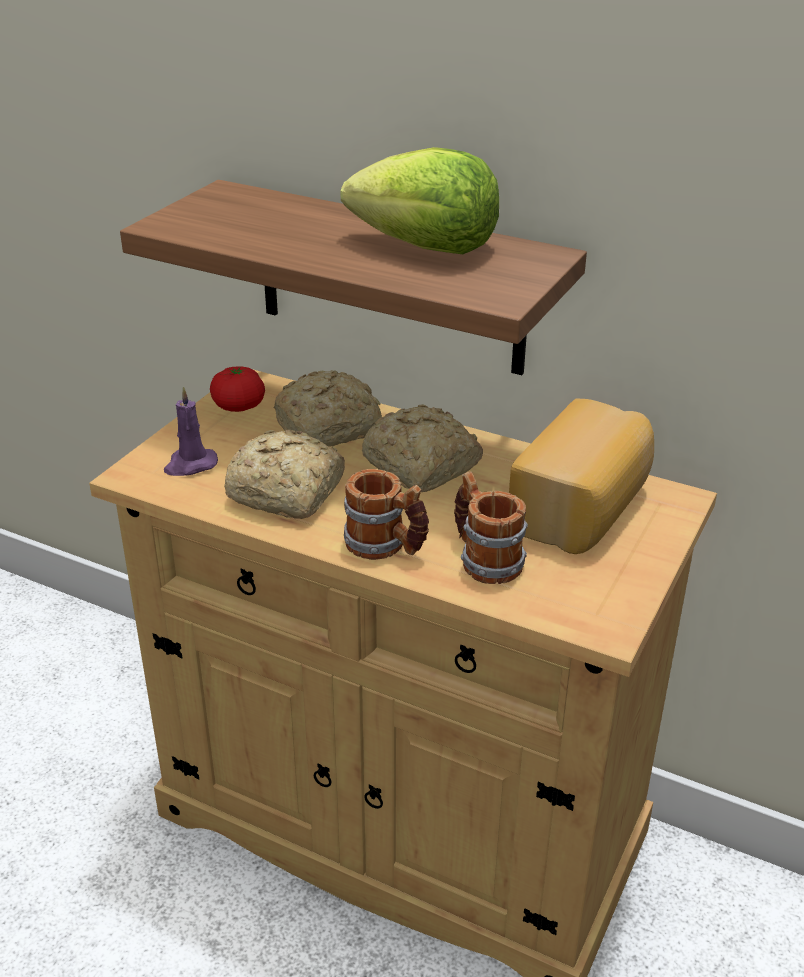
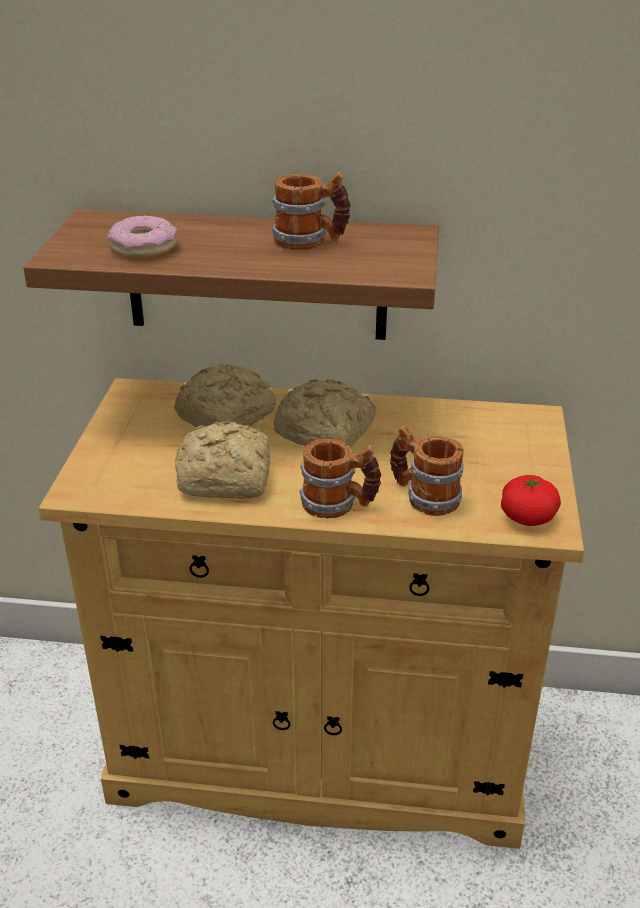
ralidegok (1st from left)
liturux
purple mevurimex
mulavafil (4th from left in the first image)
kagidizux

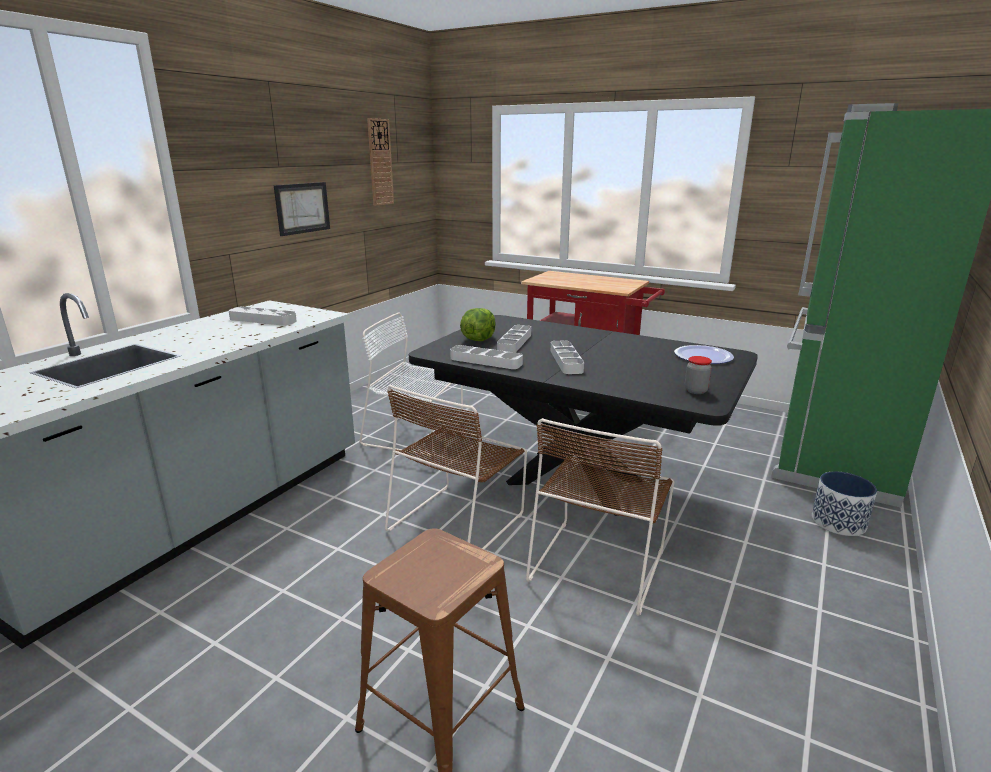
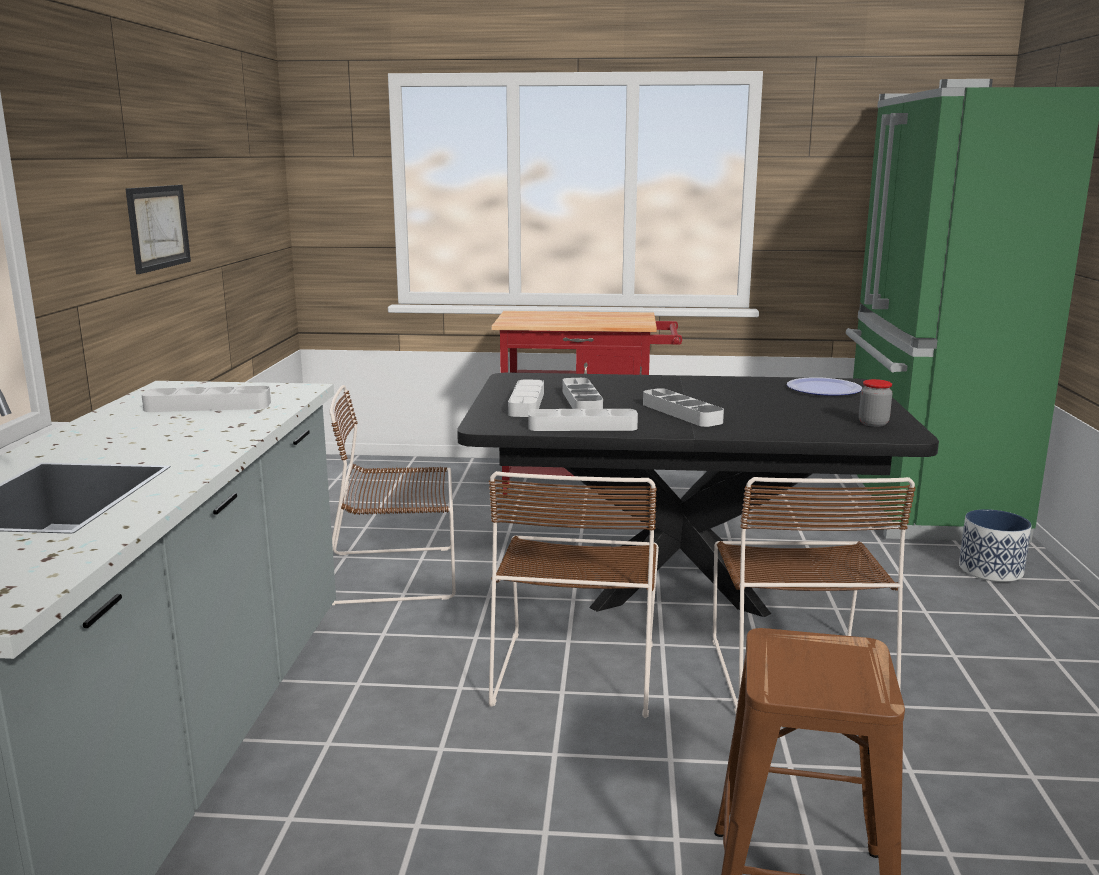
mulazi
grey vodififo (2nd from left)
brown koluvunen (1st from left)

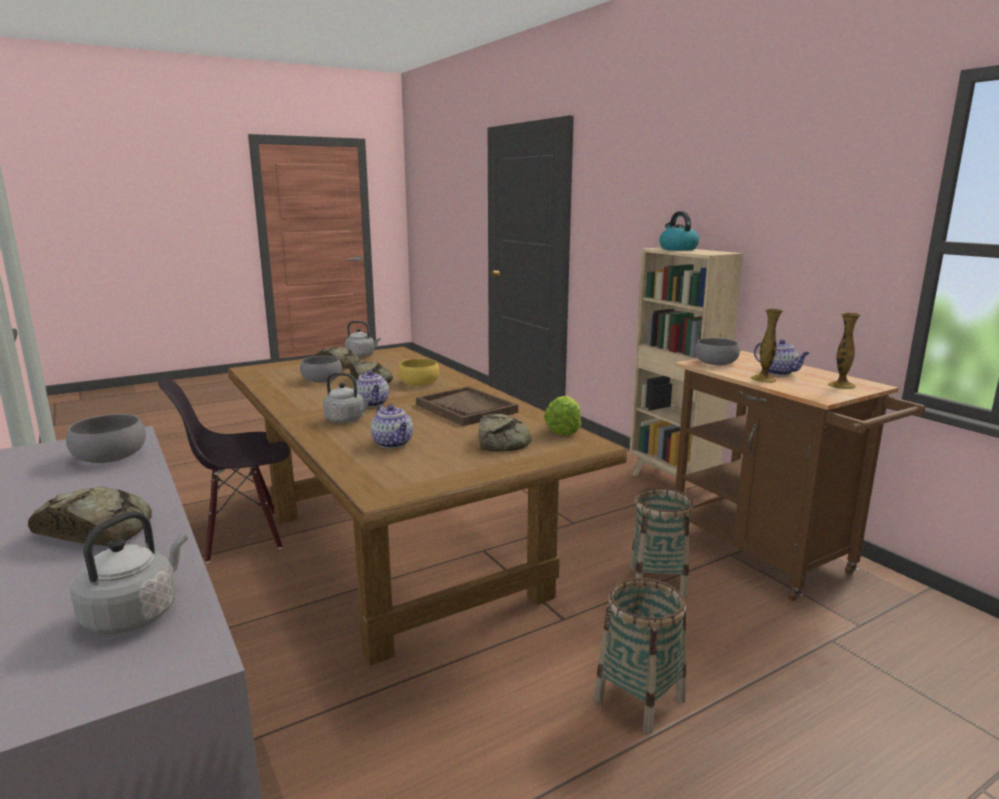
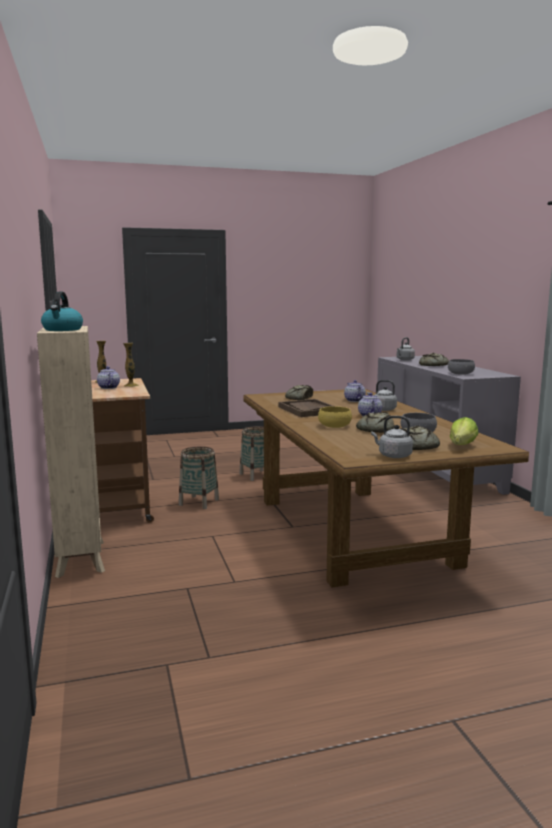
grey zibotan (3rd from left in the first image)
black koluvunen
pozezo

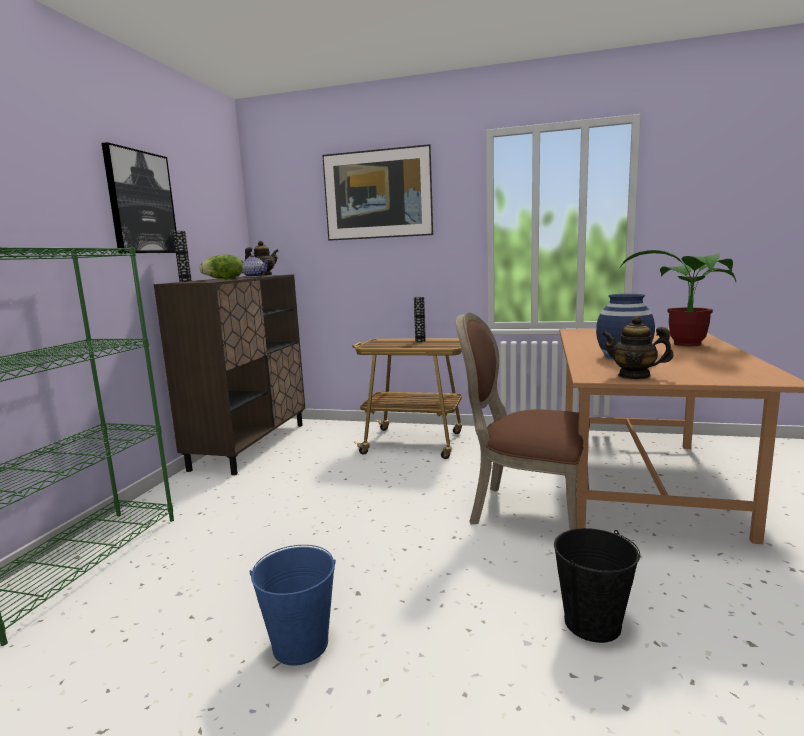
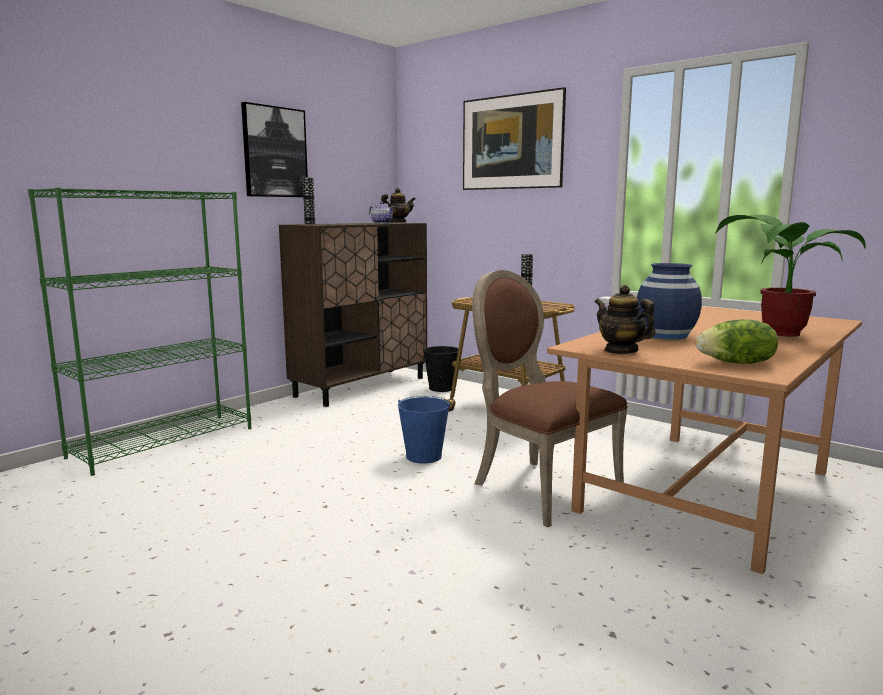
pozezo
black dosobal
blue dosobal

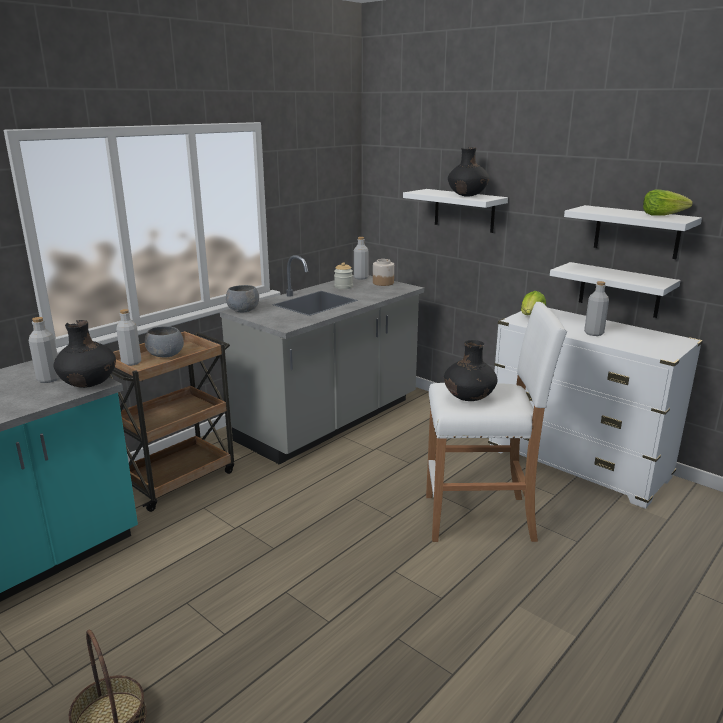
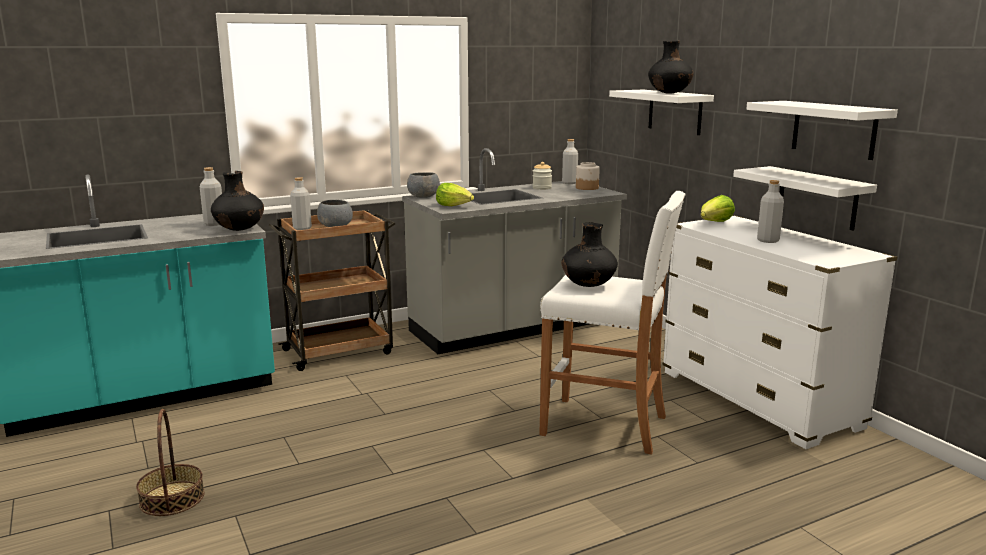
pozezo (1st from left)

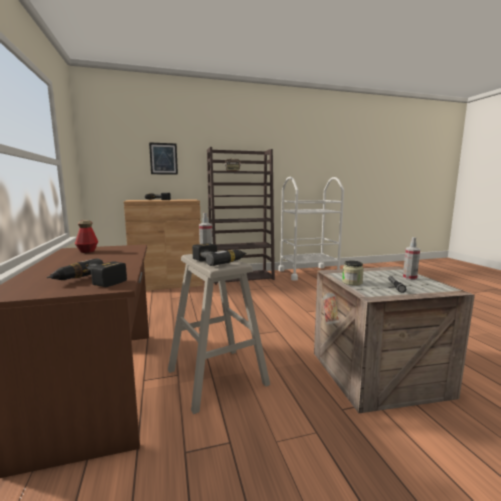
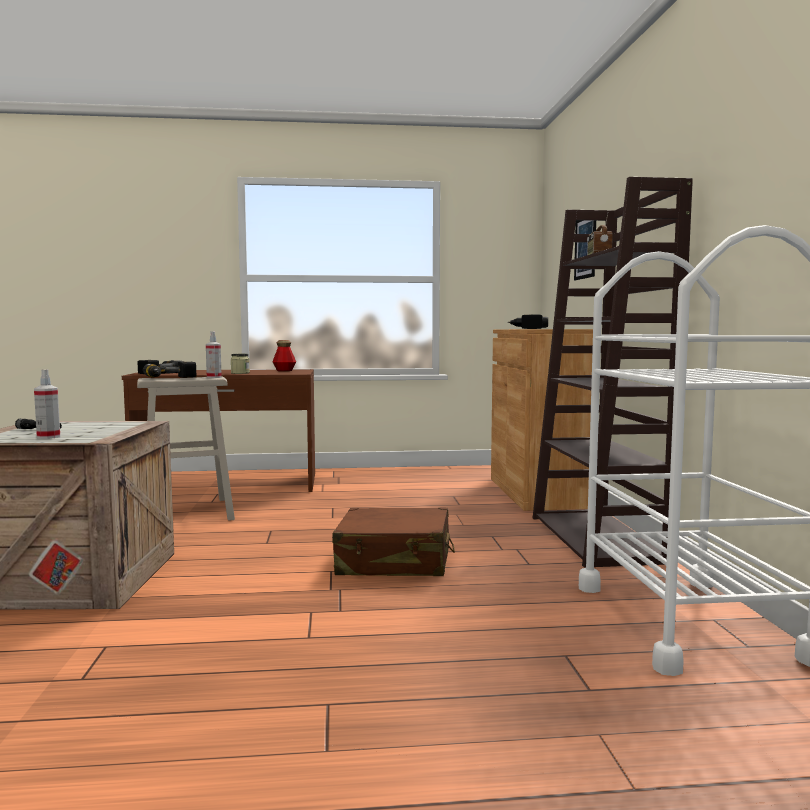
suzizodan
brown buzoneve

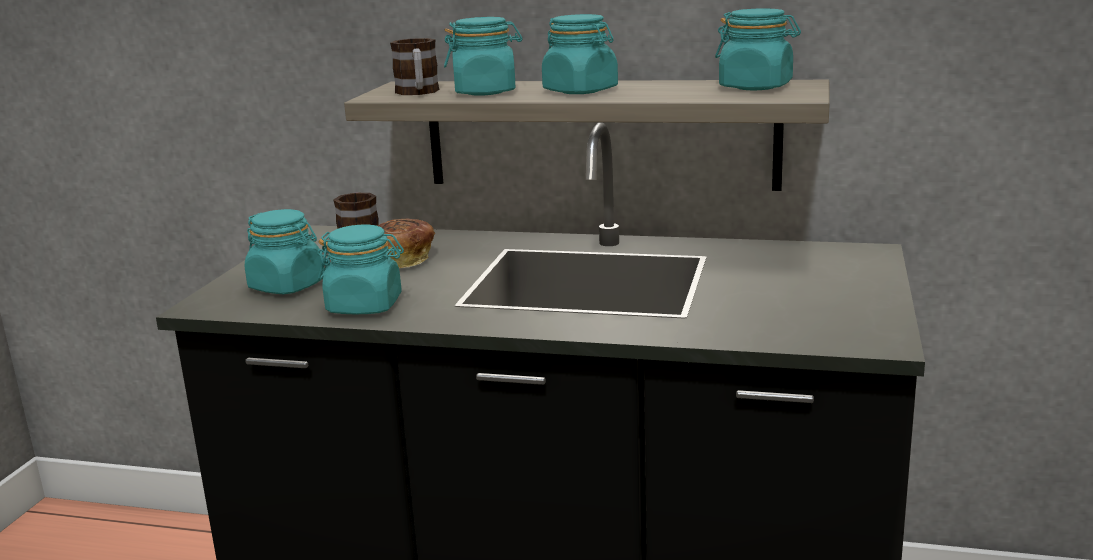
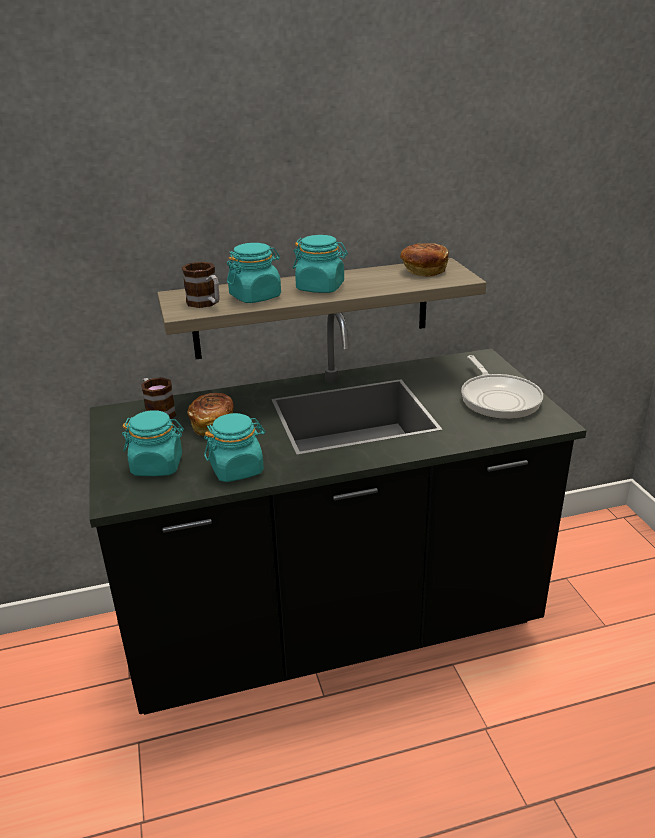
mulavafil (2nd from left)
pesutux

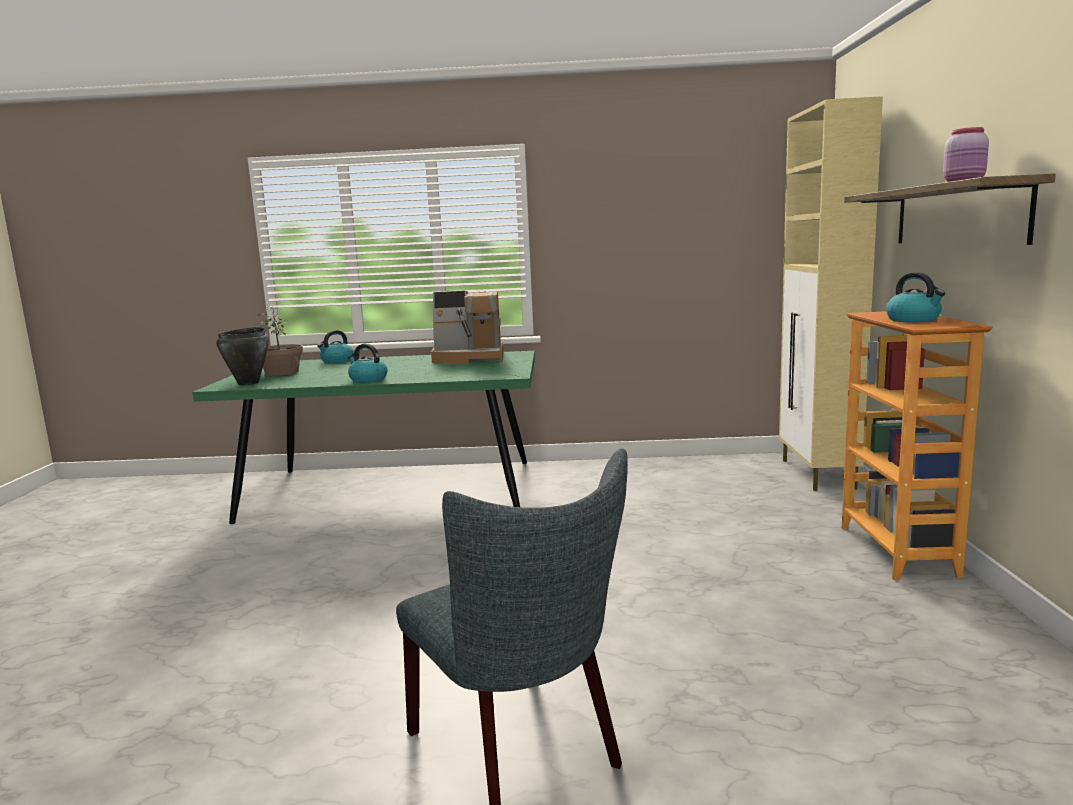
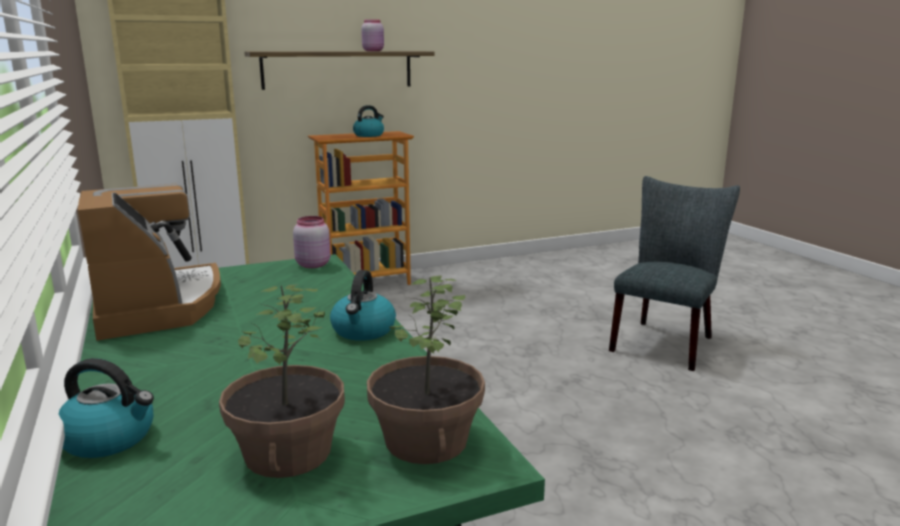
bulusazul (2nd from left)
pink suzizodan (1st from left)

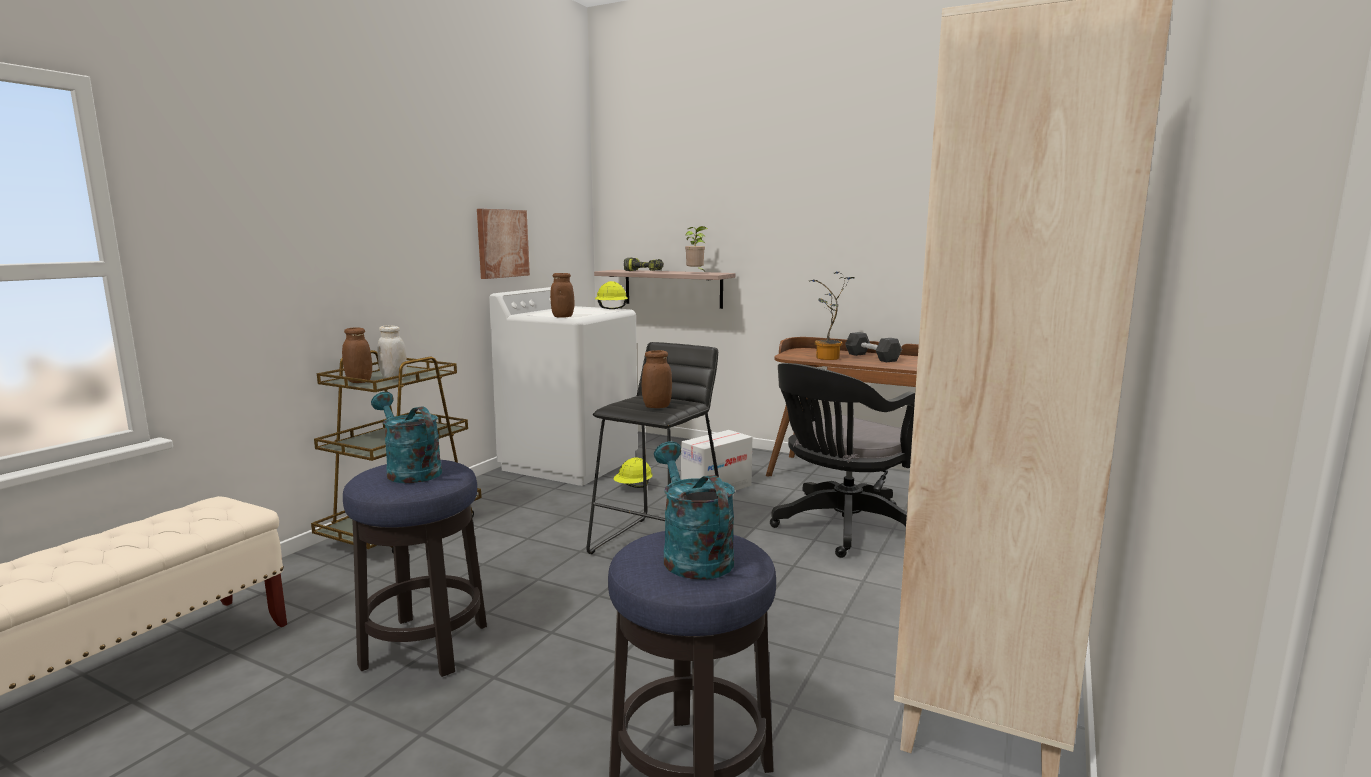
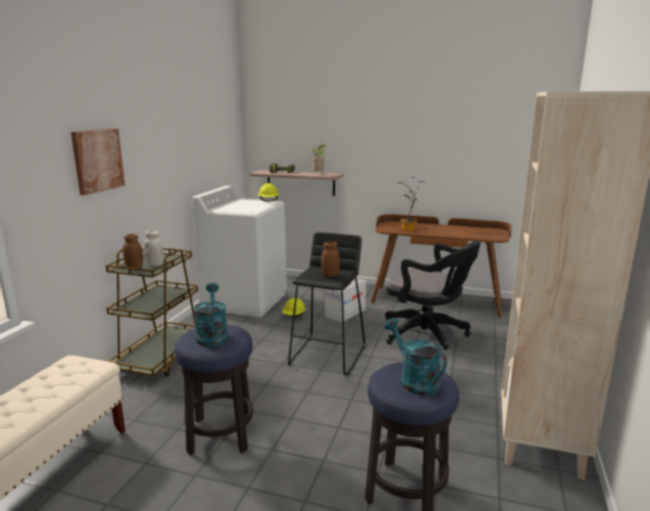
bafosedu
brown suzizodan (2nd from left in the first image)
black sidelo
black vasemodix
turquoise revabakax (1st from left)

